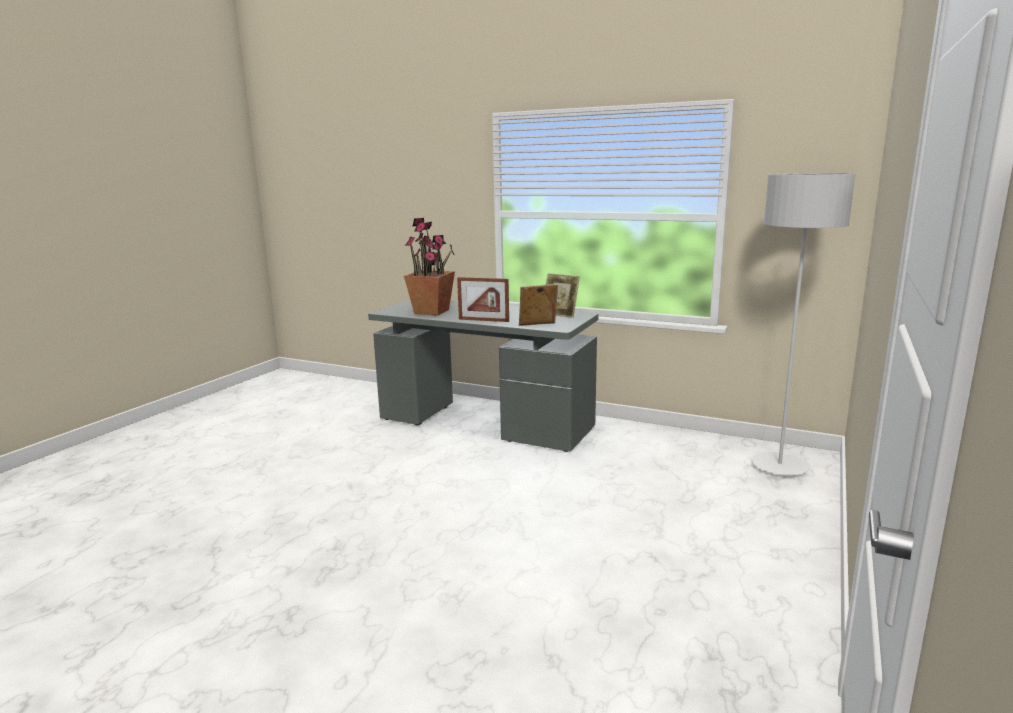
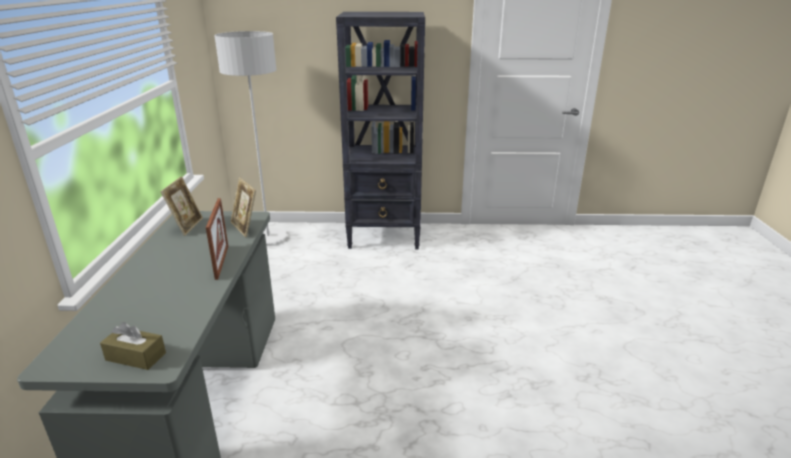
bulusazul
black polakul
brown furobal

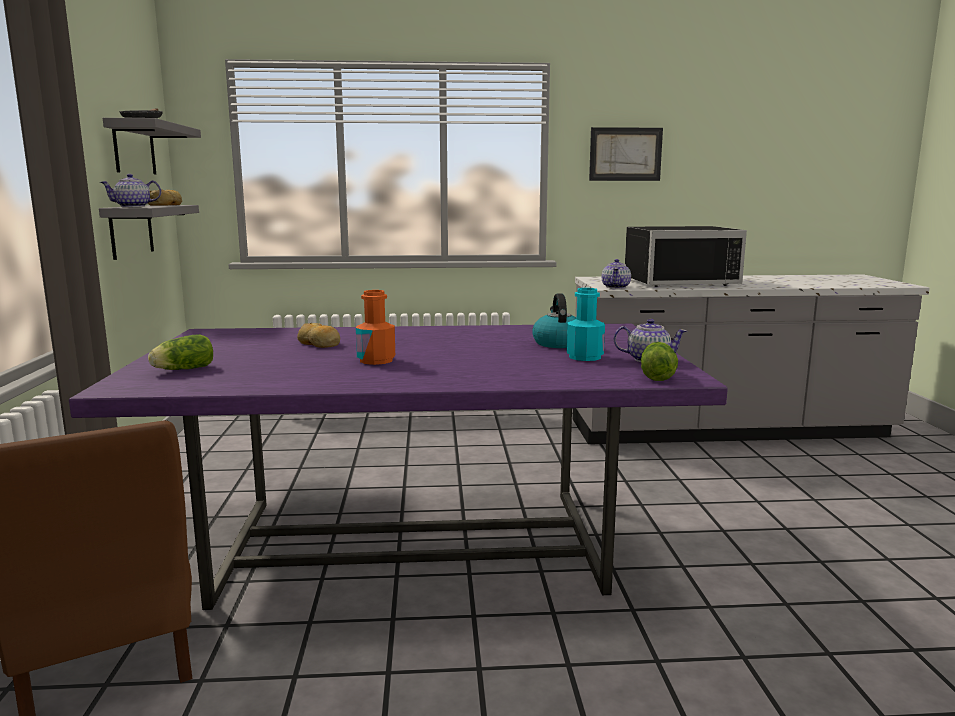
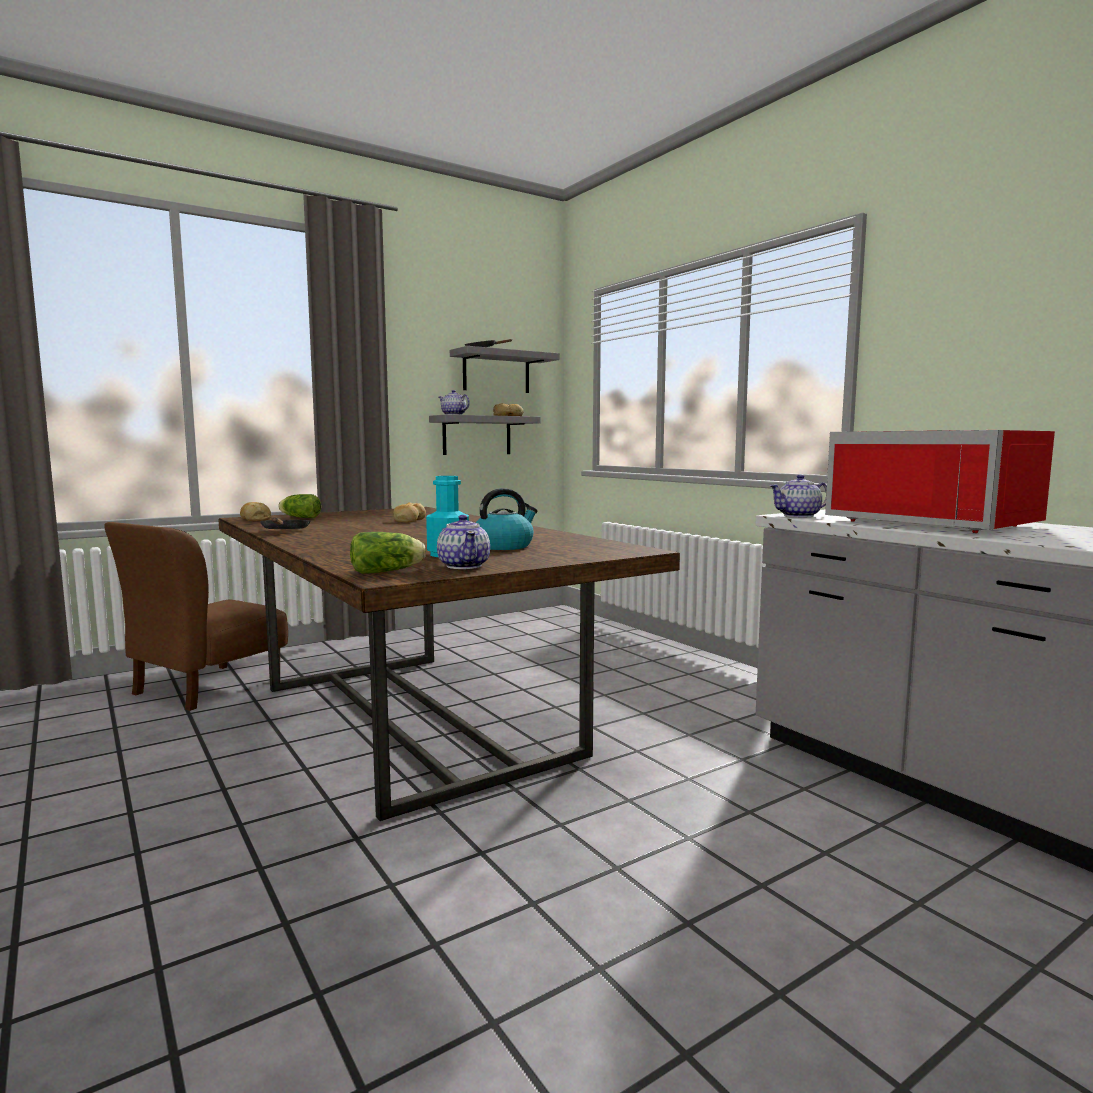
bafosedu
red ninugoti
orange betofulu
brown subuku
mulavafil (1st from left)
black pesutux (1st from left)

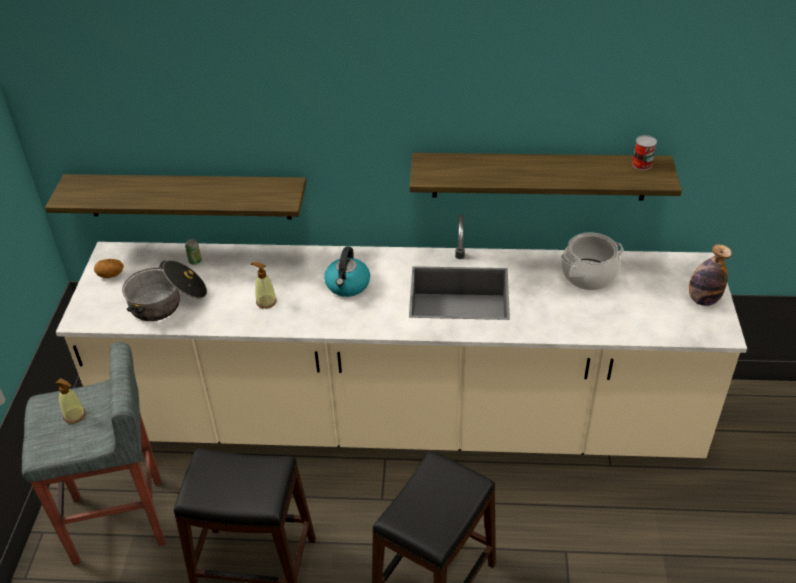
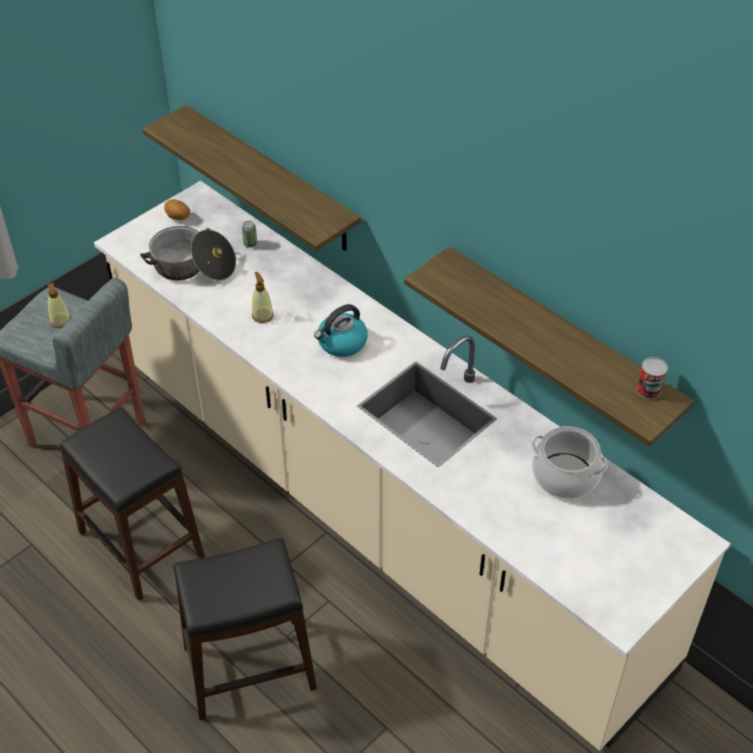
betofulu

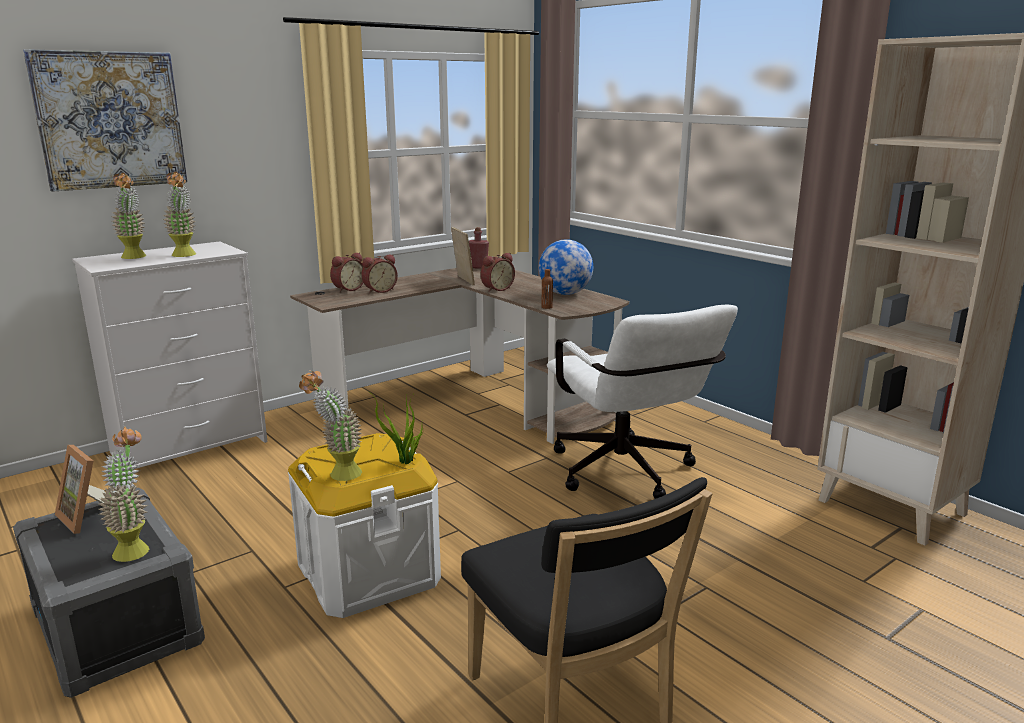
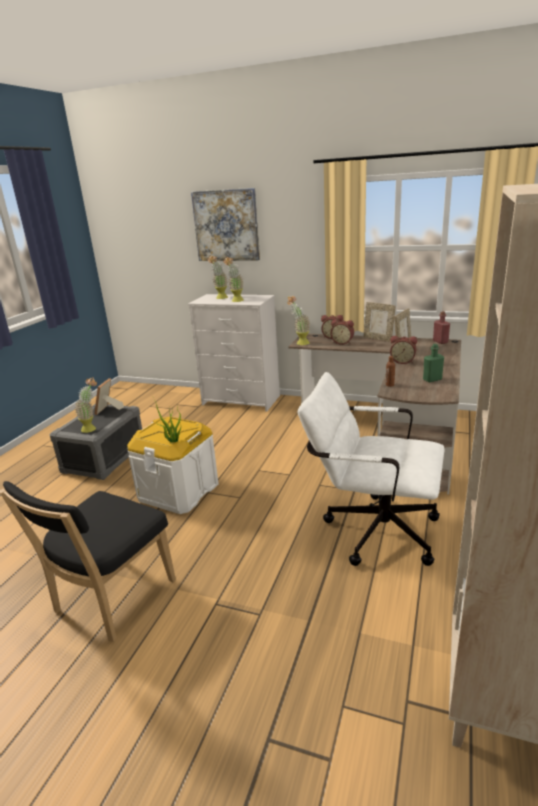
green betofulu
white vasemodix
bulusazul (5th from left)
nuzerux (2nd from left)

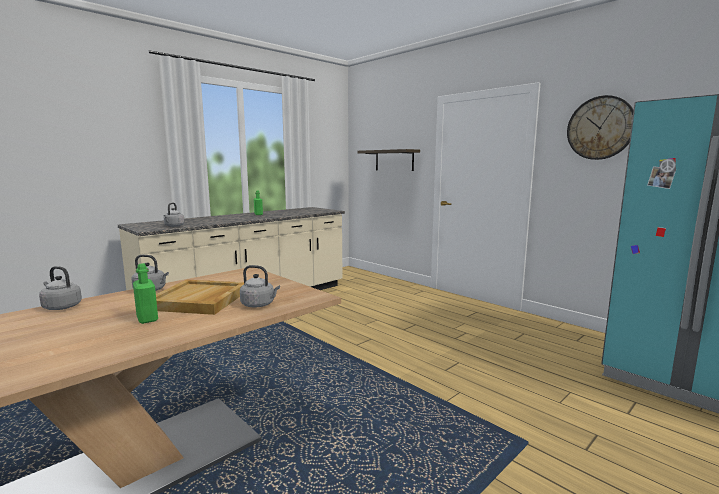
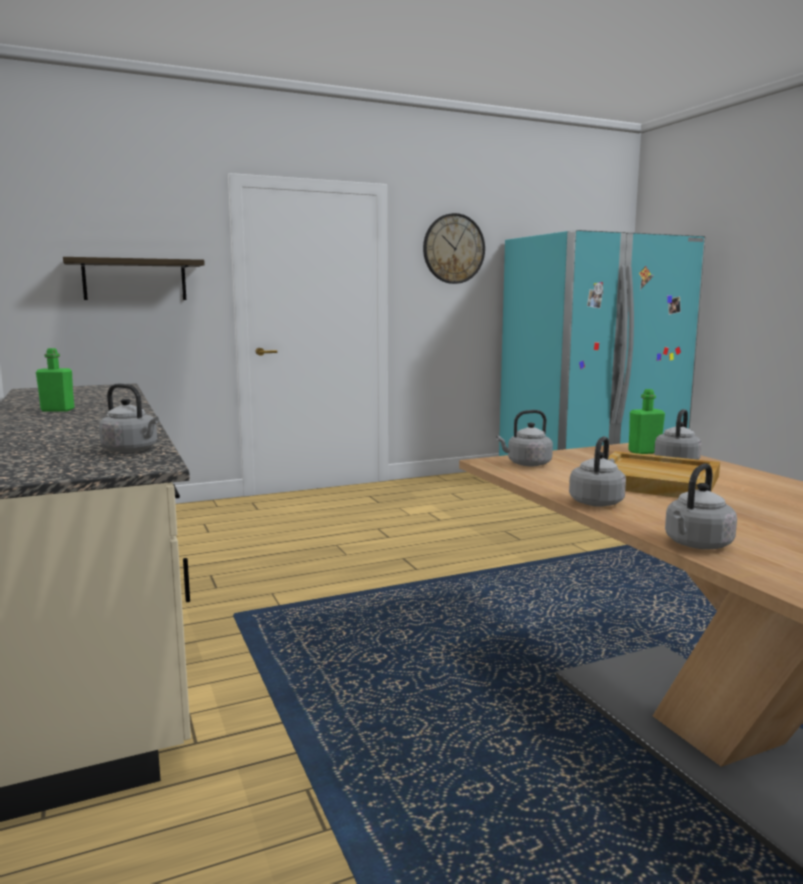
green betofulu (2nd from left)
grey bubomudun (2nd from left)

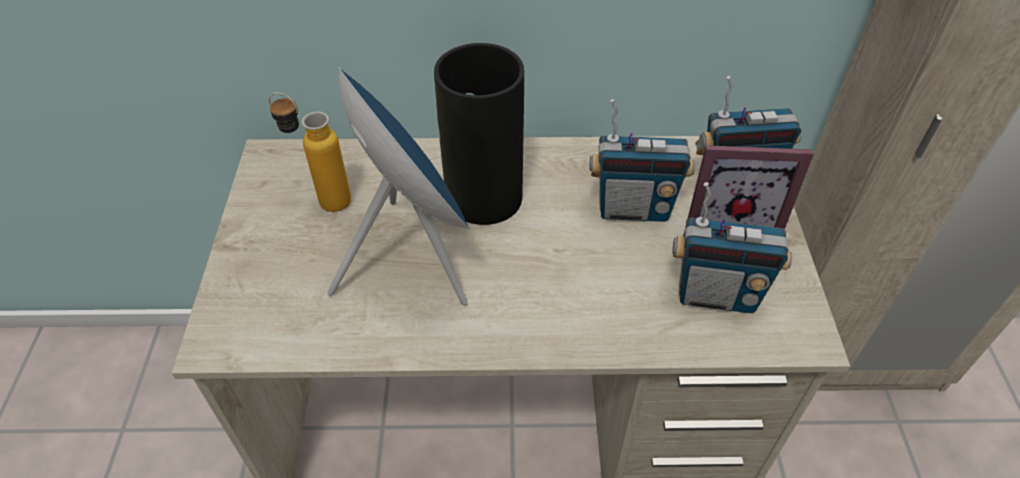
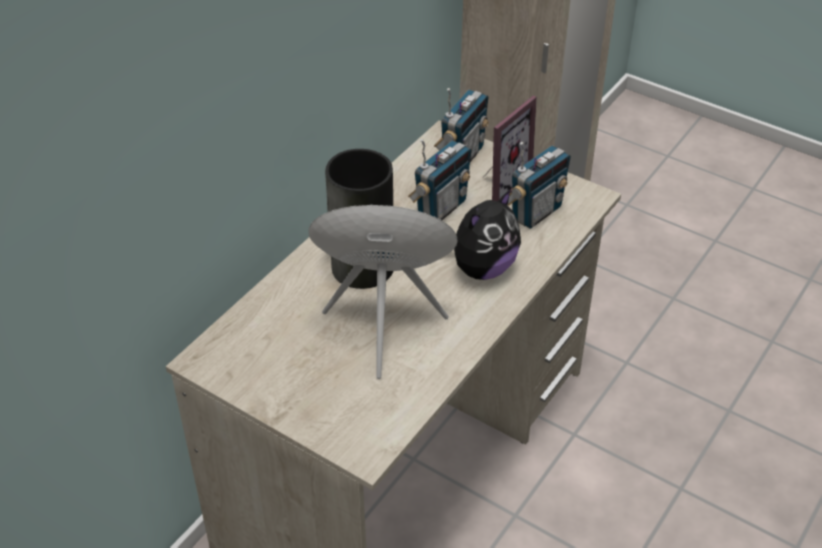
betofulu
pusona

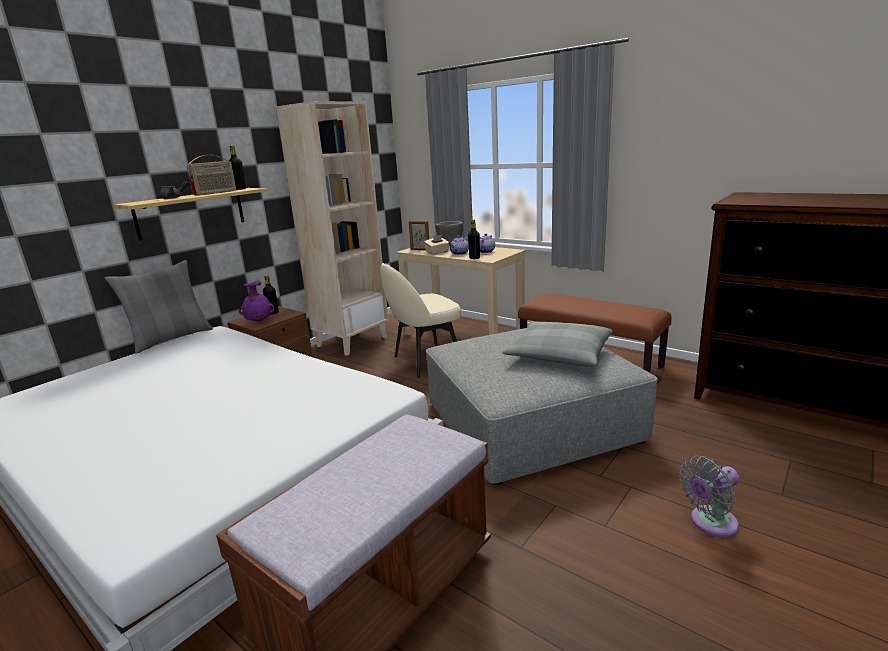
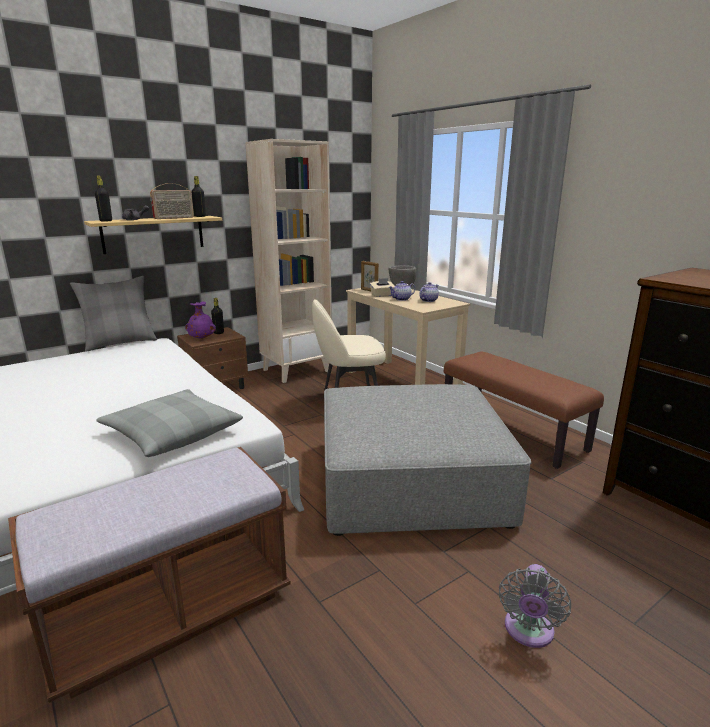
black betofulu (1st from left)
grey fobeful (2nd from left)
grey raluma

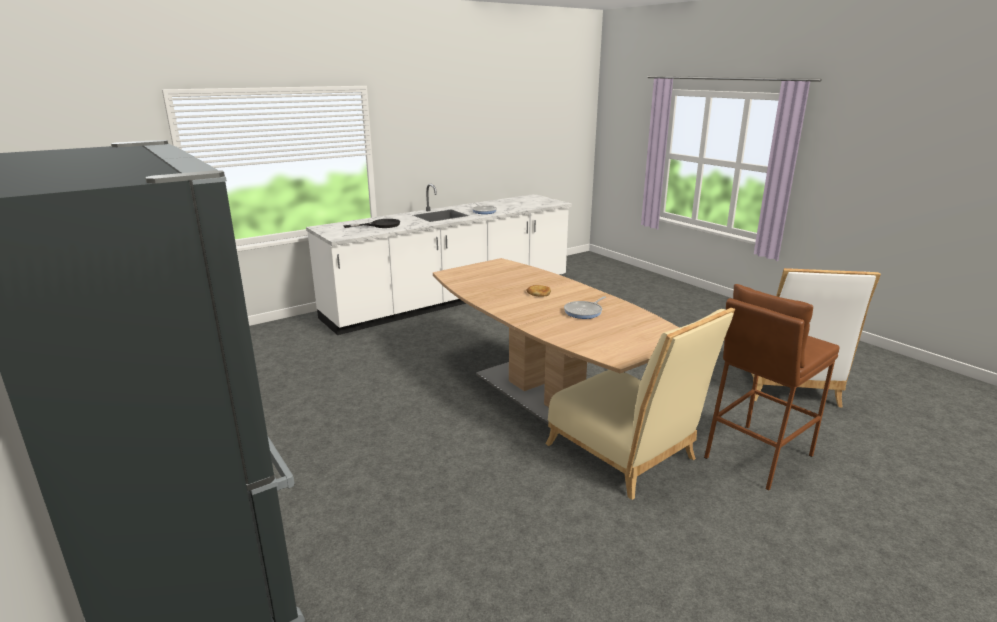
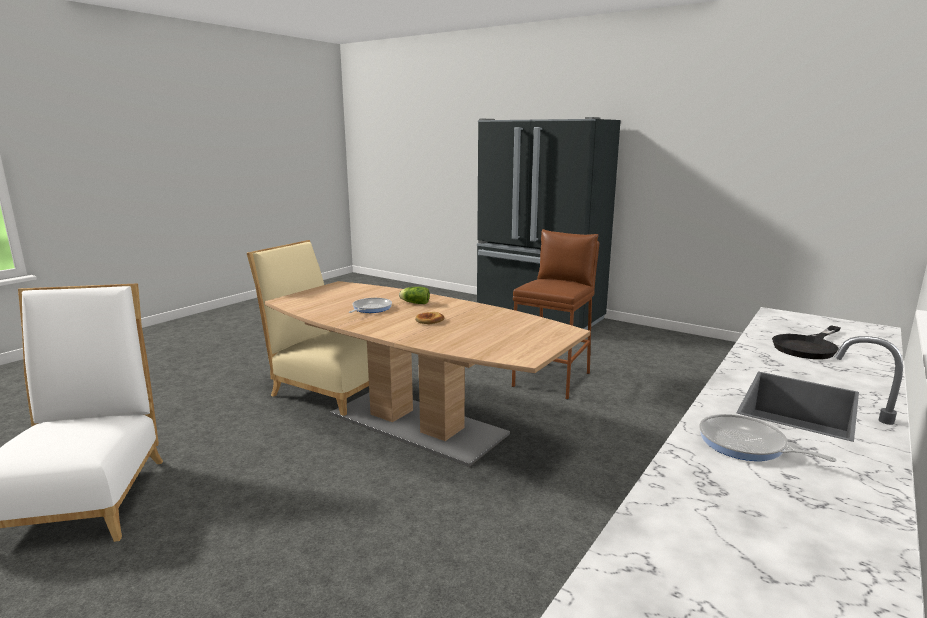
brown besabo
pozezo

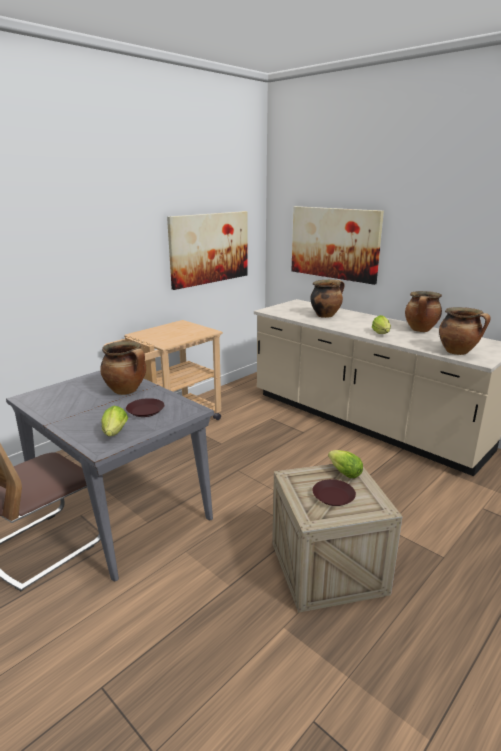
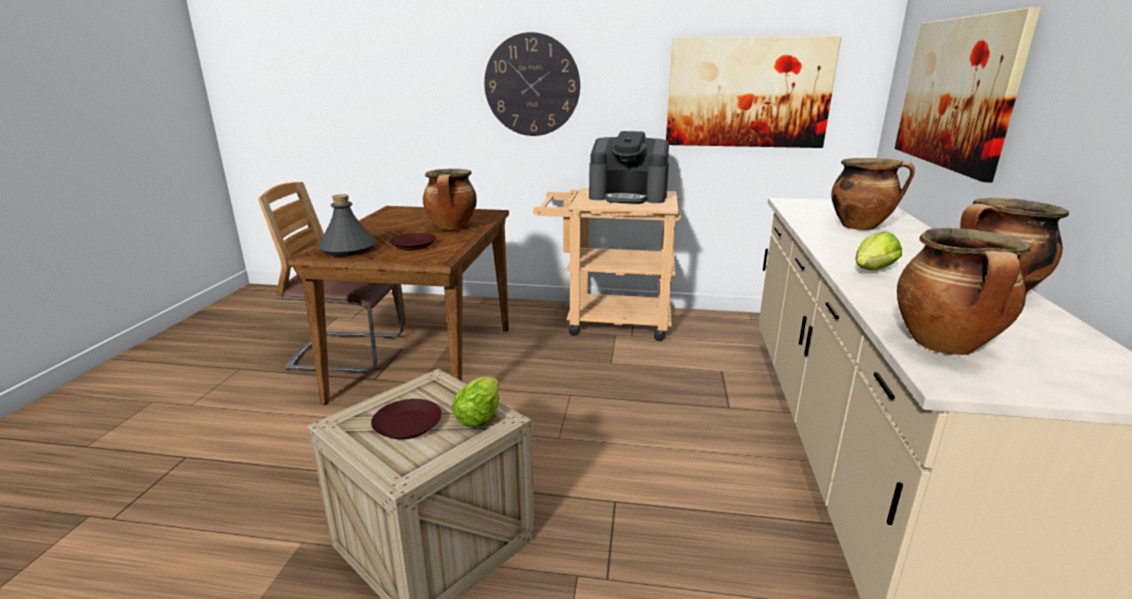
brown subuku
grey betofulu
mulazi
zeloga

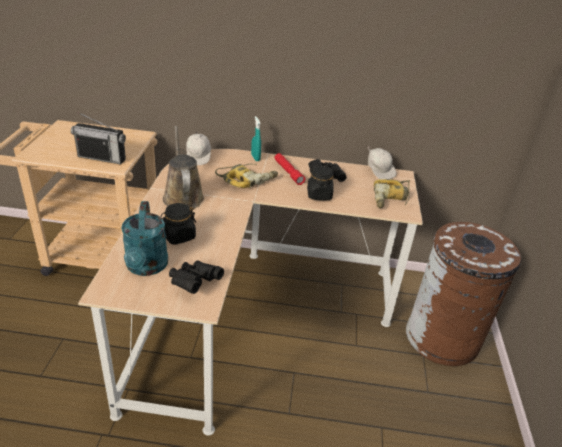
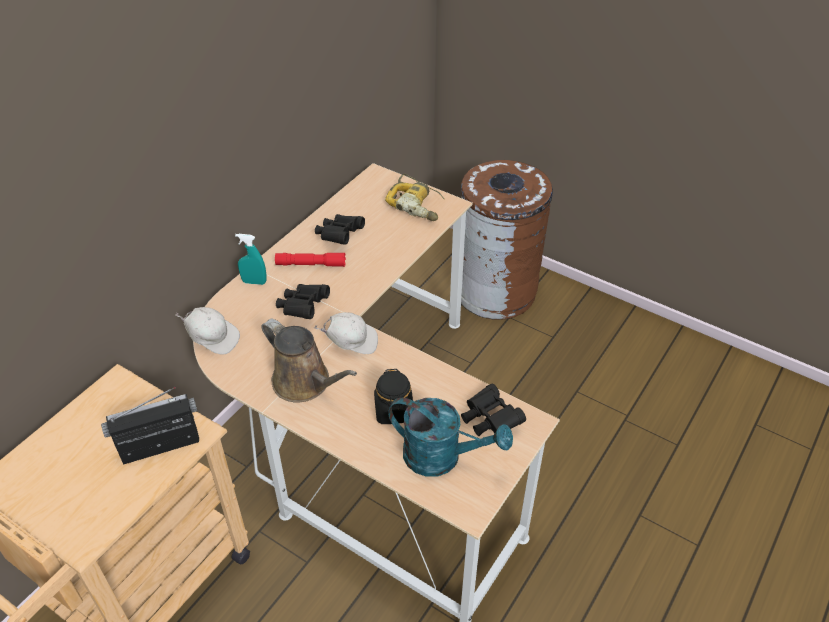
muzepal
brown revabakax
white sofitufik (2nd from left)
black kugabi (1st from left)
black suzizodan (2nd from left in the first image)

